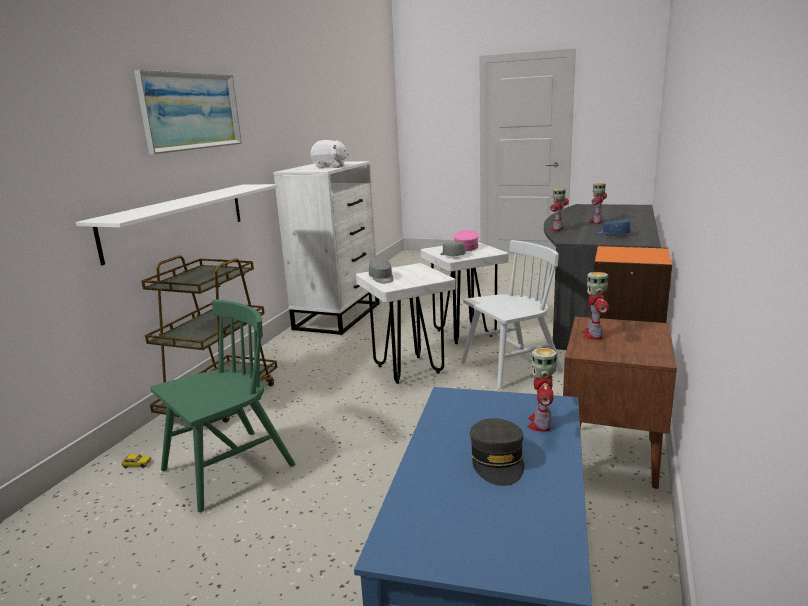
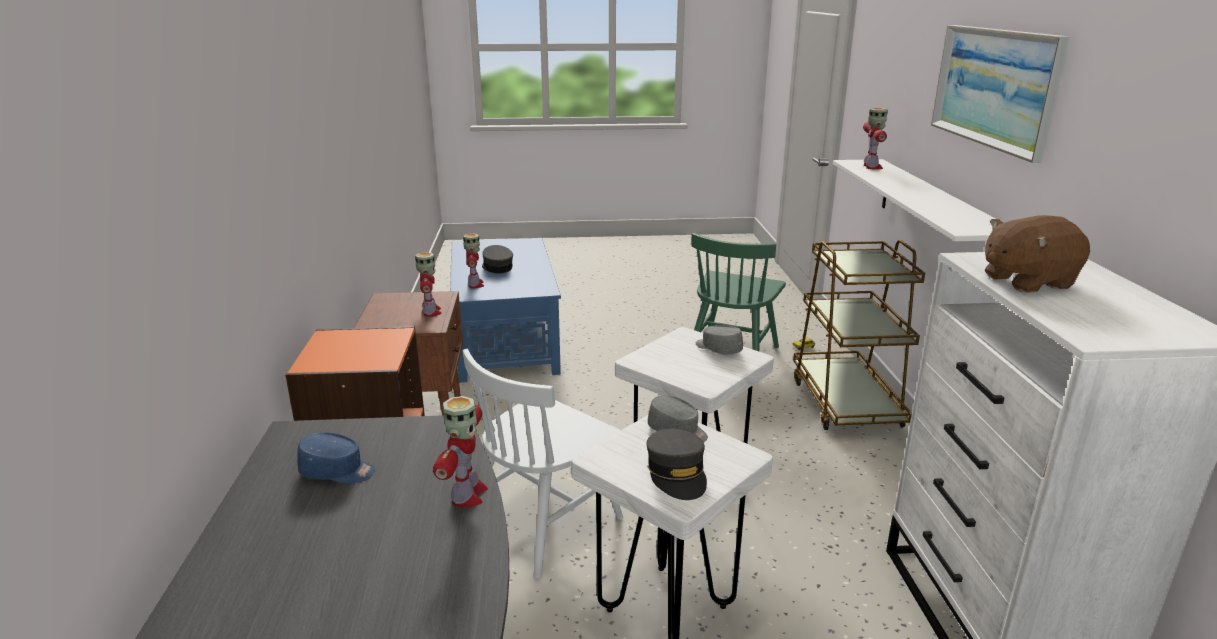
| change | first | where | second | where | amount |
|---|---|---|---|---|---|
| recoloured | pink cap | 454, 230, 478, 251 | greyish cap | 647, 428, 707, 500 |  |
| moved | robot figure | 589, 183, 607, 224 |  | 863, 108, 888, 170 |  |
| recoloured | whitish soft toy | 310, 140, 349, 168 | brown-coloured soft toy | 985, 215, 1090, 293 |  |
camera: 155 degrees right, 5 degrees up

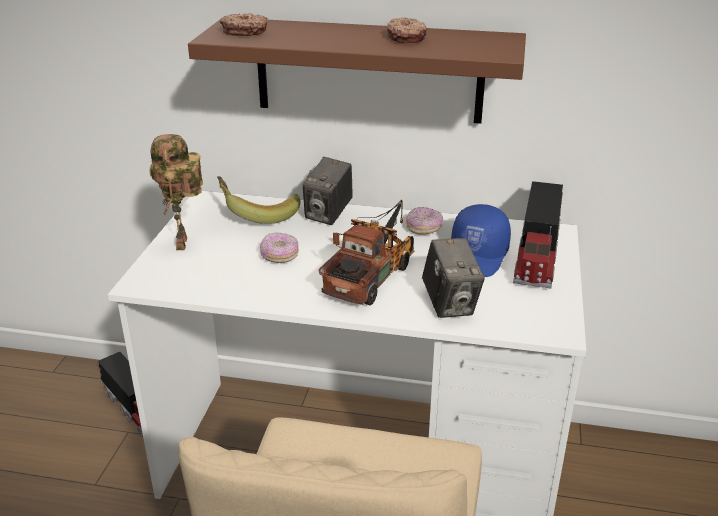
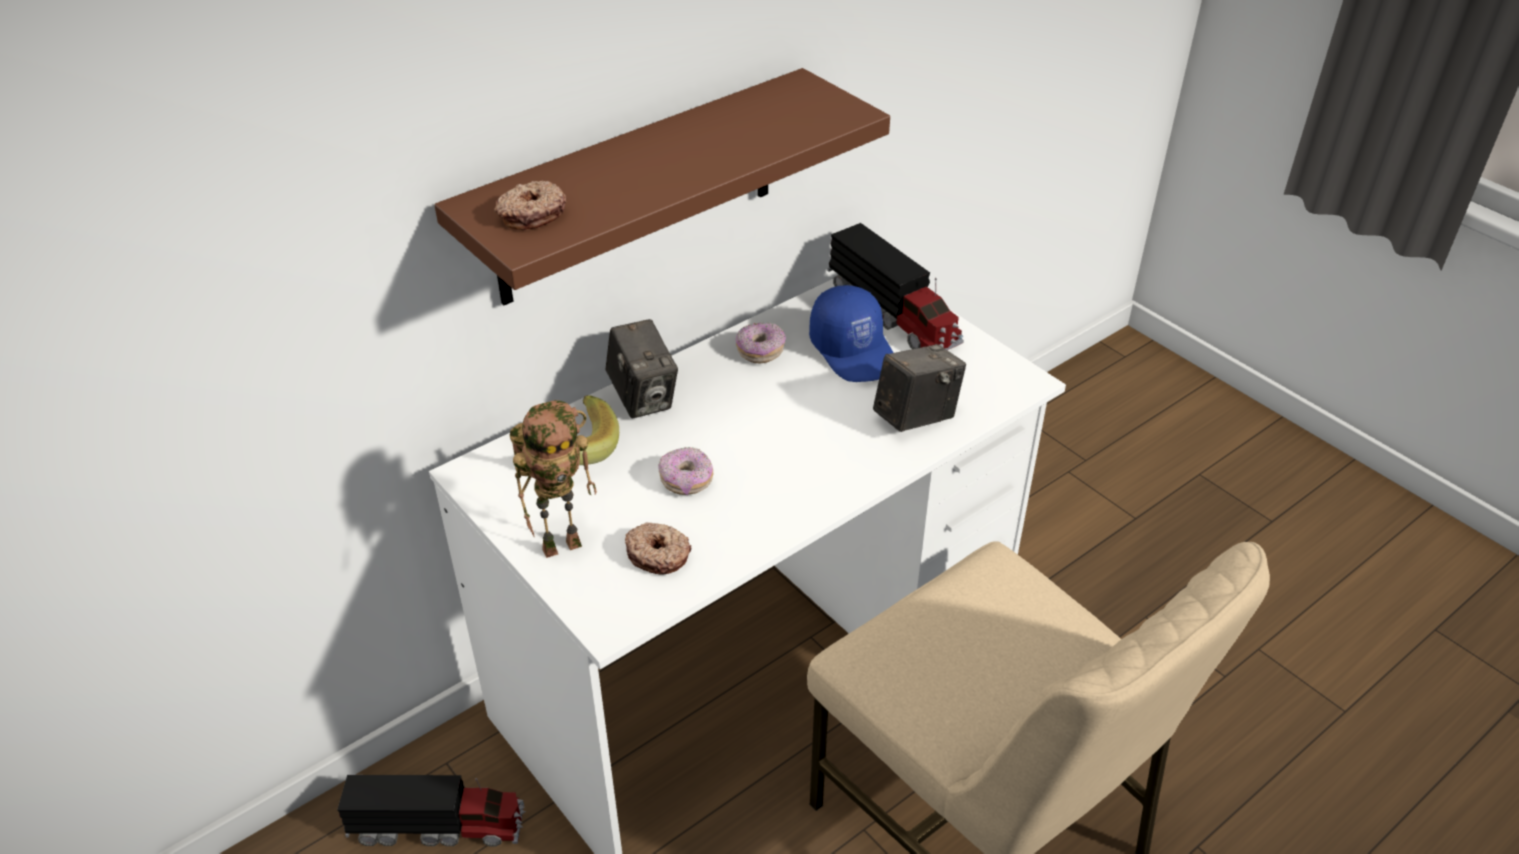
| change | first | where | second | where | amount |
|---|---|---|---|---|---|
| turned | robot figure | 149, 134, 203, 250 |  | 510, 400, 597, 558 | 60 degrees counterclockwise |
| moved | donut | 387, 17, 427, 44 |  | 625, 523, 691, 575 |  |
| turned | photo camera | 422, 238, 485, 318 |  | 873, 344, 966, 432 | 60 degrees counterclockwise |
| removed | model truck | 319, 200, 414, 305 |  |  |  |
camera: 50 degrees left, 10 degrees up

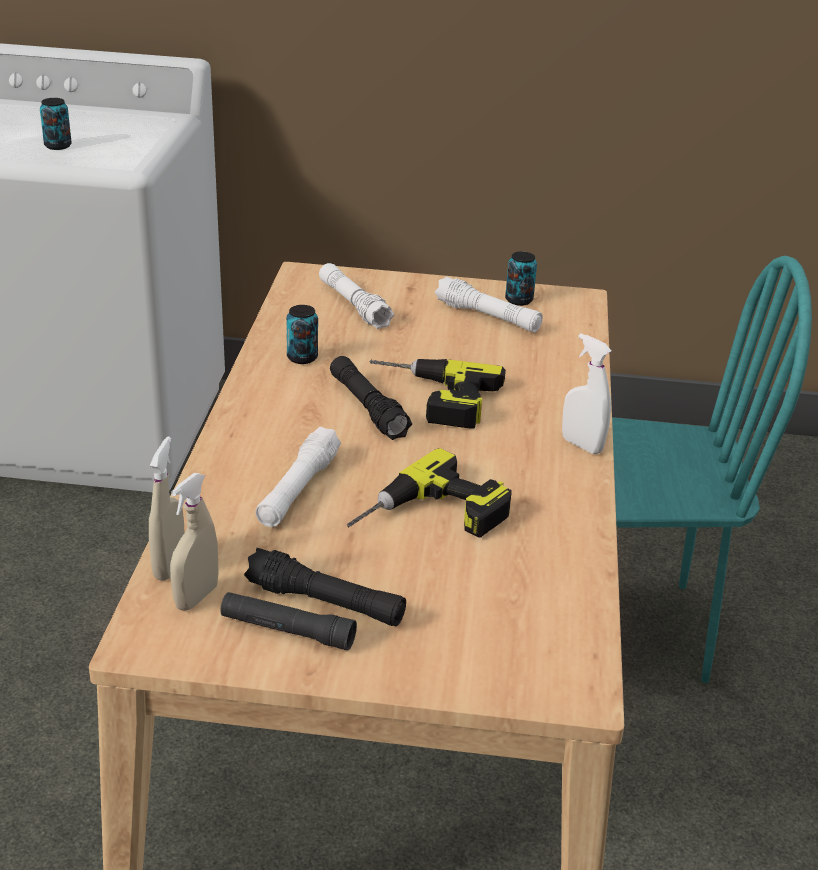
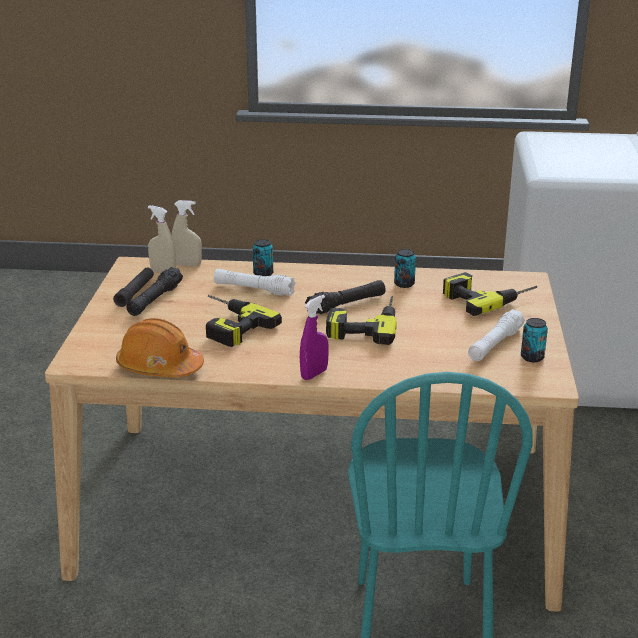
| change | first | where | second | where | amount |
|---|---|---|---|---|---|
| added |  |  | orange hard hat | 116, 318, 204, 377 |  |
| moved | can | 40, 98, 72, 150 |  | 253, 239, 273, 276 |  |
| recoloured | whitish sprayer | 562, 333, 612, 454 | purplish sprayer | 300, 295, 329, 380 |  |
| replaced | whitish hand torch | 319, 263, 394, 329 | electric drill | 443, 272, 537, 316 |  |
camera: 90 degrees right, 5 degrees down

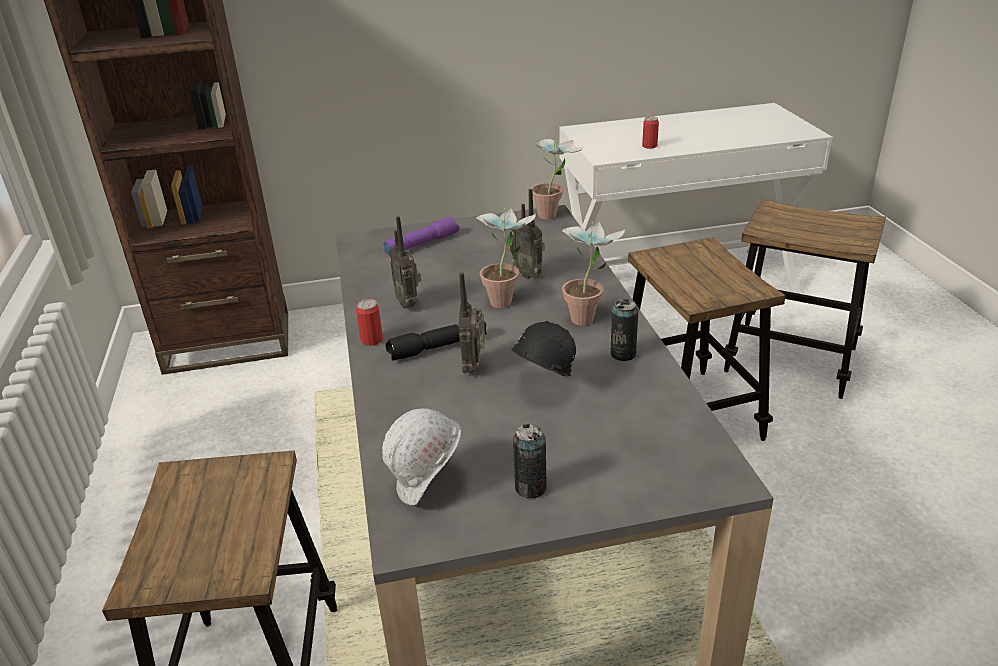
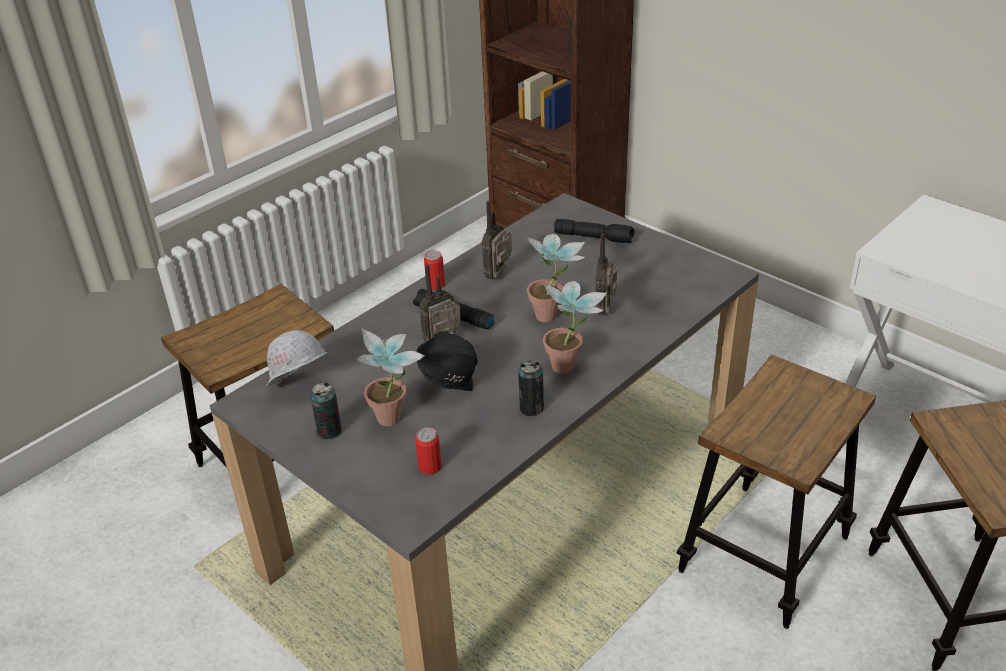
| change | first | where | second | where | amount |
|---|---|---|---|---|---|
| moved | plant in a pot | 531, 134, 585, 220 |  | 357, 329, 425, 426 |  |
| moved | can | 642, 116, 659, 149 |  | 415, 427, 442, 475 |  |
| recoloured | purplish hand torch | 383, 217, 459, 255 | blackish hand torch | 554, 219, 635, 243 |  |
camera: 55 degrees right, 5 degrees up

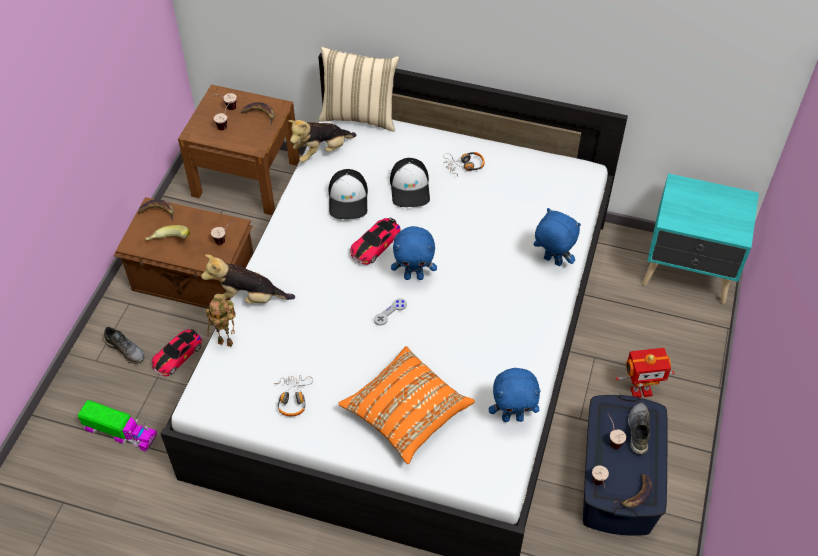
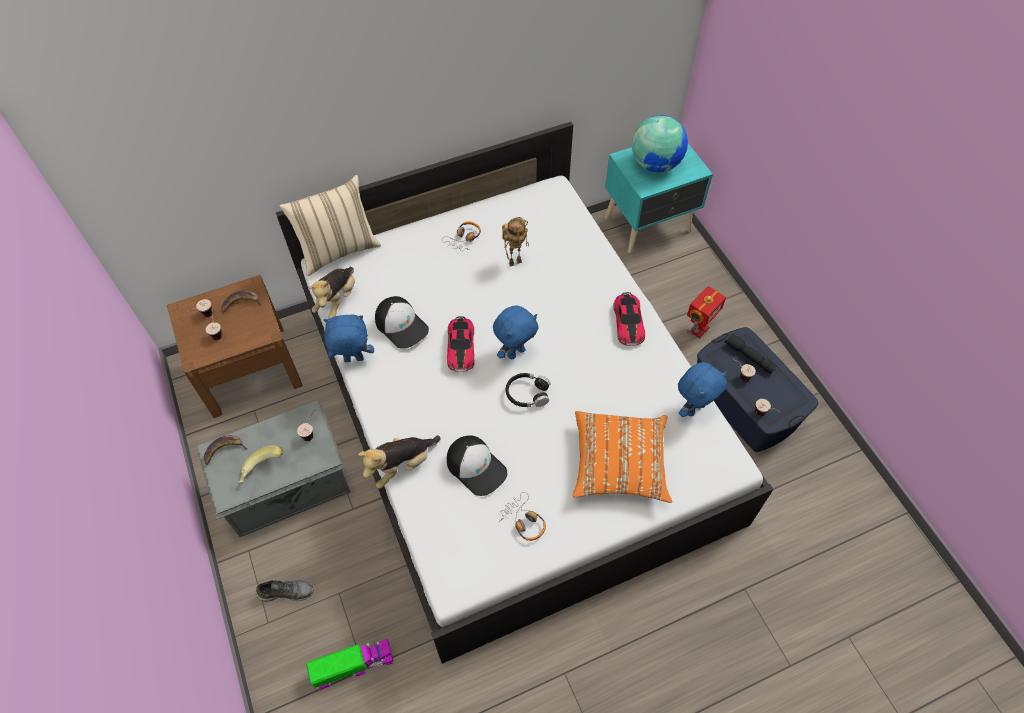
| change | first | where | second | where | amount |
|---|---|---|---|---|---|
| recoloured | brown-coloured storage bin | 114, 197, 253, 309 | greyish storage bin | 197, 401, 351, 537 |  |
| moved | blue soft toy | 533, 208, 581, 266 |  | 324, 315, 374, 362 |  |
| moved | cap | 390, 158, 430, 207 |  | 447, 435, 507, 496 |  |
| moved | robot figure | 206, 298, 236, 347 |  | 502, 217, 529, 266 |  |
| replaced | greyish joypad | 374, 298, 407, 325 | blackish pair of headphones | 506, 373, 551, 407 |  |
| moved | model car | 152, 329, 202, 376 |  | 613, 292, 645, 346 |  |
| added |  |  | desk globe | 632, 115, 688, 172 |  |
| replaced | greyish low shoe | 628, 403, 650, 454 | blackish hand torch | 725, 334, 777, 374 |  |
| removed | whole banana | 613, 474, 652, 508 |  |  |  |
camera: 40 degrees left, 5 degrees up

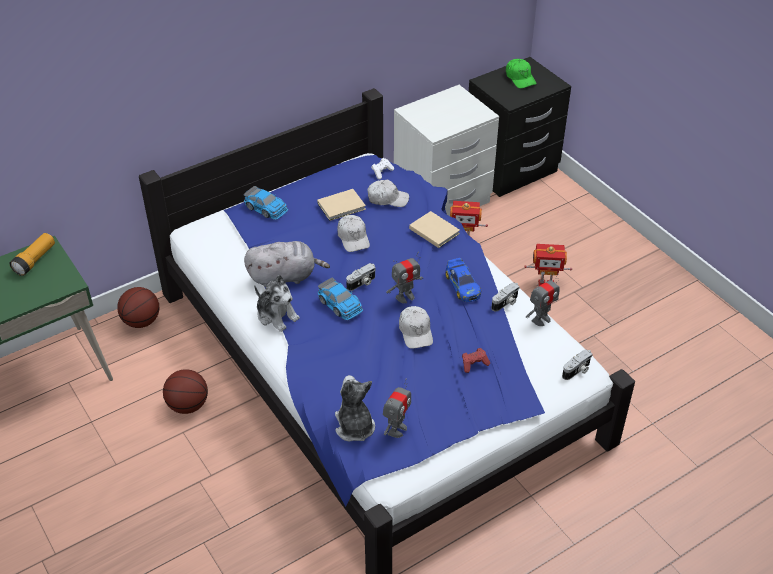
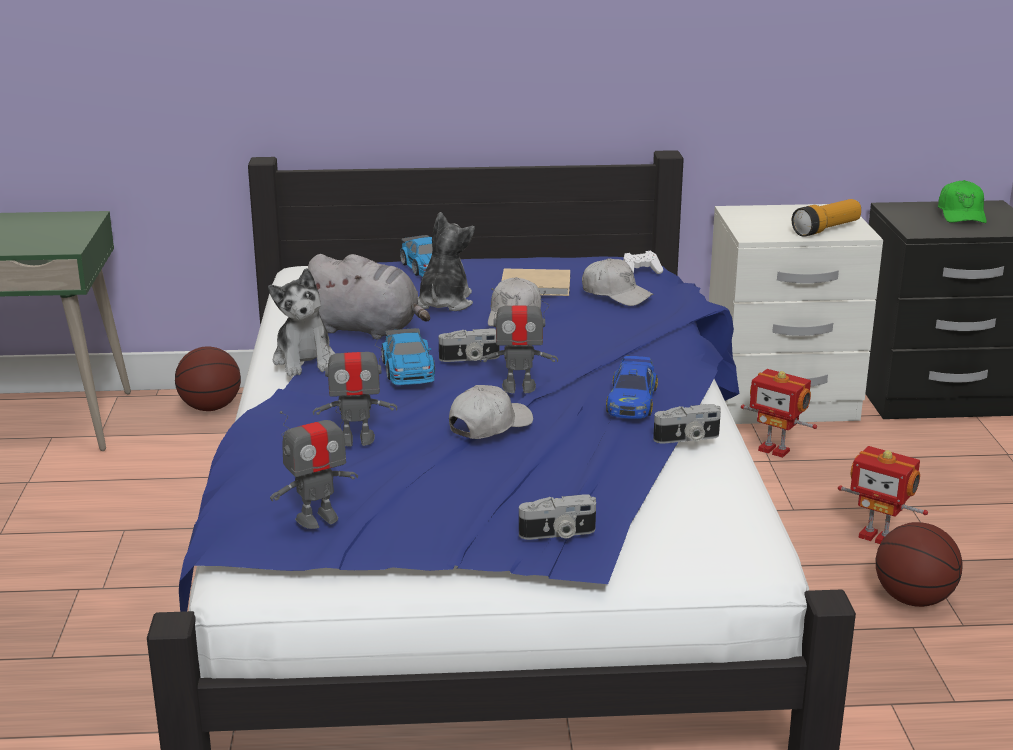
| change | first | where | second | where | amount |
|---|---|---|---|---|---|
| moved | robot figure | 526, 274, 560, 326 |  | 313, 335, 397, 447 |  |
| moved | soft toy | 335, 375, 375, 442 |  | 418, 212, 475, 311 |  |
| turned | whitish cap | 399, 306, 433, 349 |  | 449, 385, 533, 439 | 150 degrees counterclockwise |
| moved | photo camera | 562, 349, 593, 380 |  | 519, 494, 596, 540 |  |
| moved | hand torch | 10, 233, 55, 276 |  | 792, 199, 861, 237 |  |
| moved | ball for basketball | 163, 369, 208, 414 |  | 875, 522, 963, 607 |  |
| removed | beige book | 409, 211, 460, 248 |  |  |  |
| removed | red joypad | 462, 348, 490, 373 |  |  |  |
camera: 30 degrees right, 20 degrees down

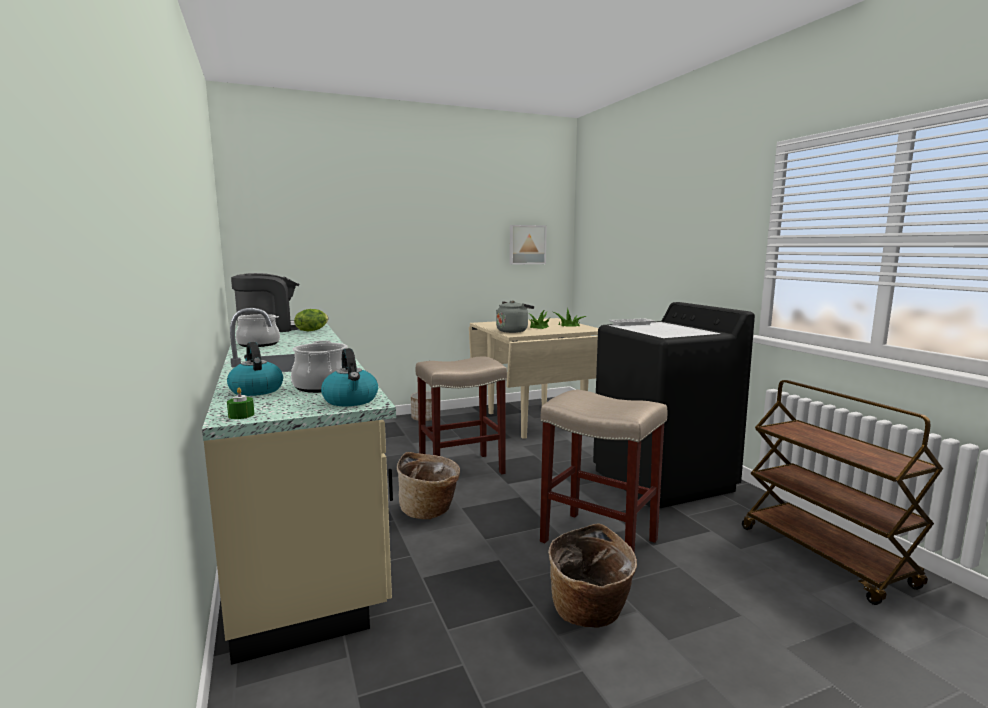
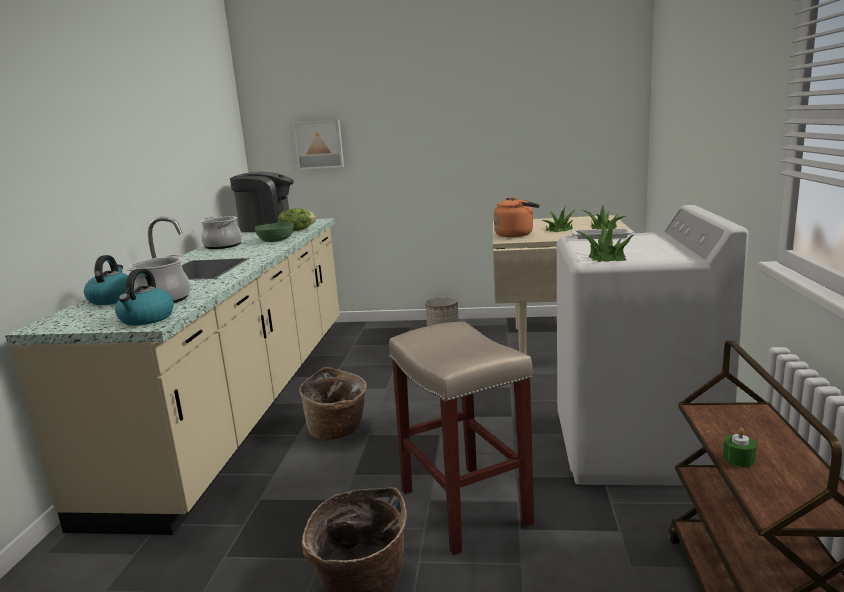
| change | first | where | second | where | amount |
|---|---|---|---|---|---|
| added |  |  | green-coloured bowl | 255, 222, 294, 242 |  |
| moved | wall art | 510, 225, 547, 265 |  | 293, 120, 344, 170 |  |
| recoloured | greyish water kettle | 496, 300, 534, 333 | orange water kettle | 494, 197, 540, 237 |  |
| recoloured | blackish laundry machine | 593, 302, 755, 508 | whitish laundry machine | 557, 205, 749, 486 |  |
| added |  |  | plant in a pot | 577, 219, 635, 262 |  |
| moved | green-coloured wax candle | 227, 388, 254, 419 |  | 723, 427, 757, 467 |  |
| removed | beige stool seat | 416, 356, 507, 474 |  |  |  |
camera: 30 degrees right, 5 degrees up

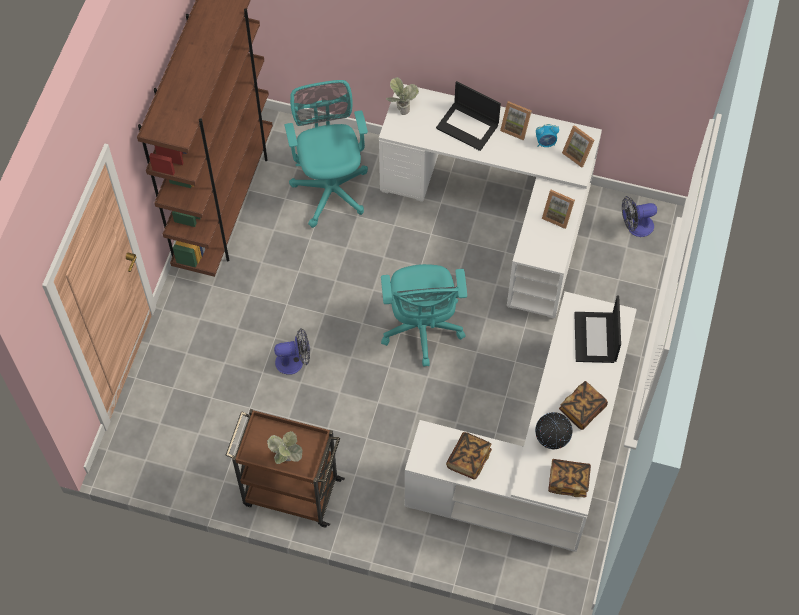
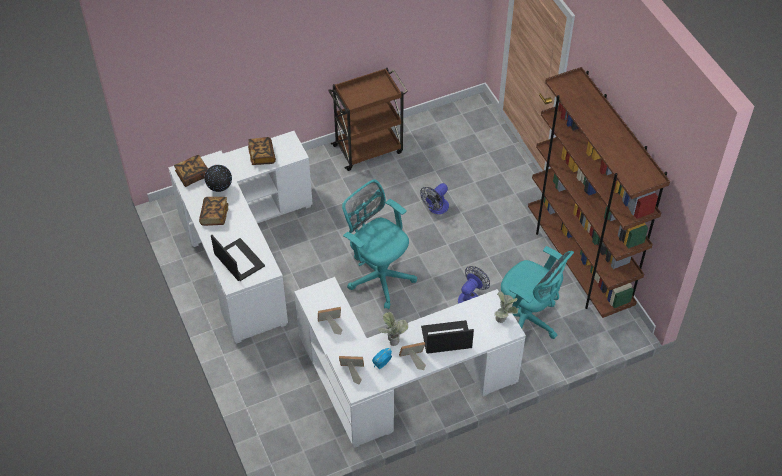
| change | first | where | second | where | amount |
|---|---|---|---|---|---|
| moved | plant in a pot | 267, 431, 303, 464 |  | 378, 312, 408, 346 |  |
| moved | electric fan | 622, 196, 657, 237 |  | 458, 266, 490, 304 |  |
camera: 140 degrees right, 10 degrees down

